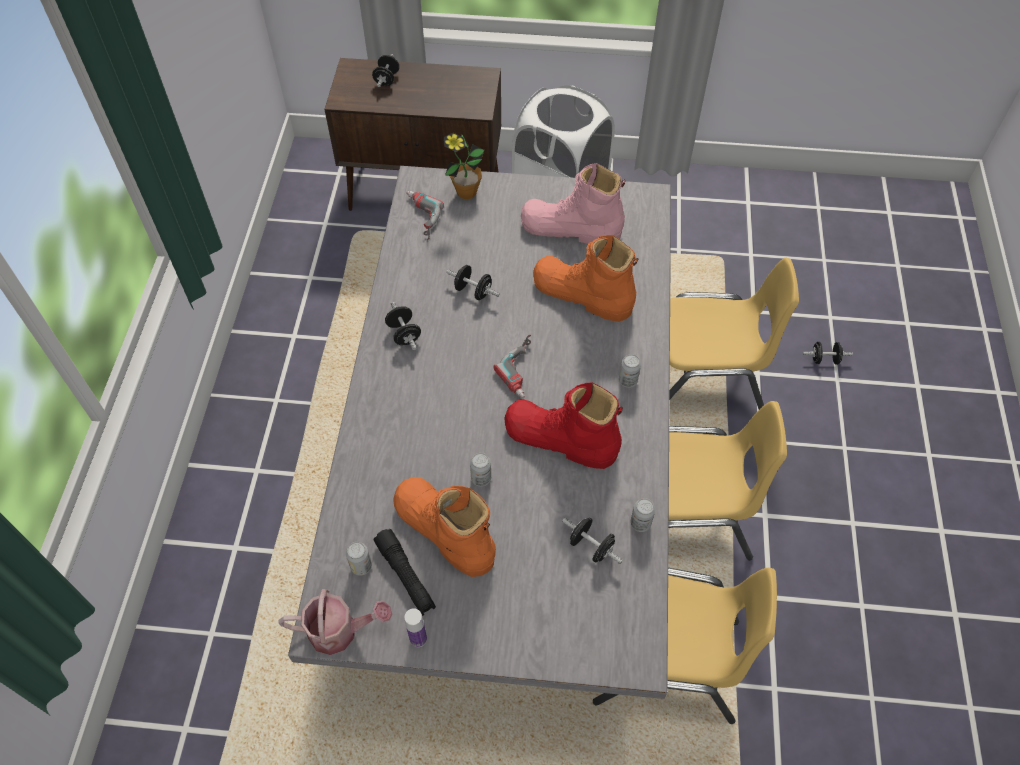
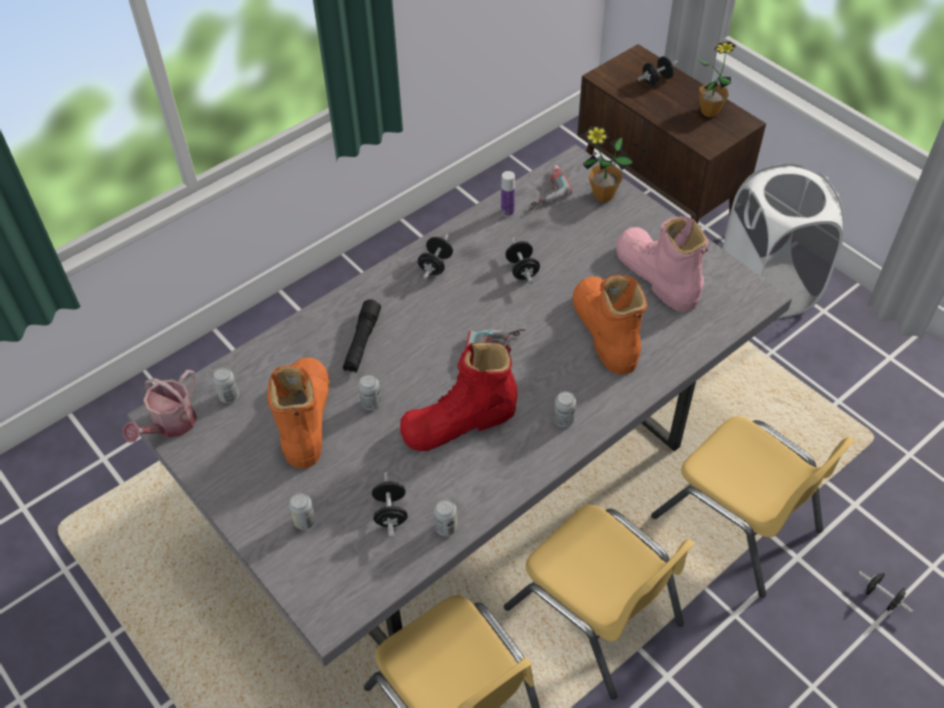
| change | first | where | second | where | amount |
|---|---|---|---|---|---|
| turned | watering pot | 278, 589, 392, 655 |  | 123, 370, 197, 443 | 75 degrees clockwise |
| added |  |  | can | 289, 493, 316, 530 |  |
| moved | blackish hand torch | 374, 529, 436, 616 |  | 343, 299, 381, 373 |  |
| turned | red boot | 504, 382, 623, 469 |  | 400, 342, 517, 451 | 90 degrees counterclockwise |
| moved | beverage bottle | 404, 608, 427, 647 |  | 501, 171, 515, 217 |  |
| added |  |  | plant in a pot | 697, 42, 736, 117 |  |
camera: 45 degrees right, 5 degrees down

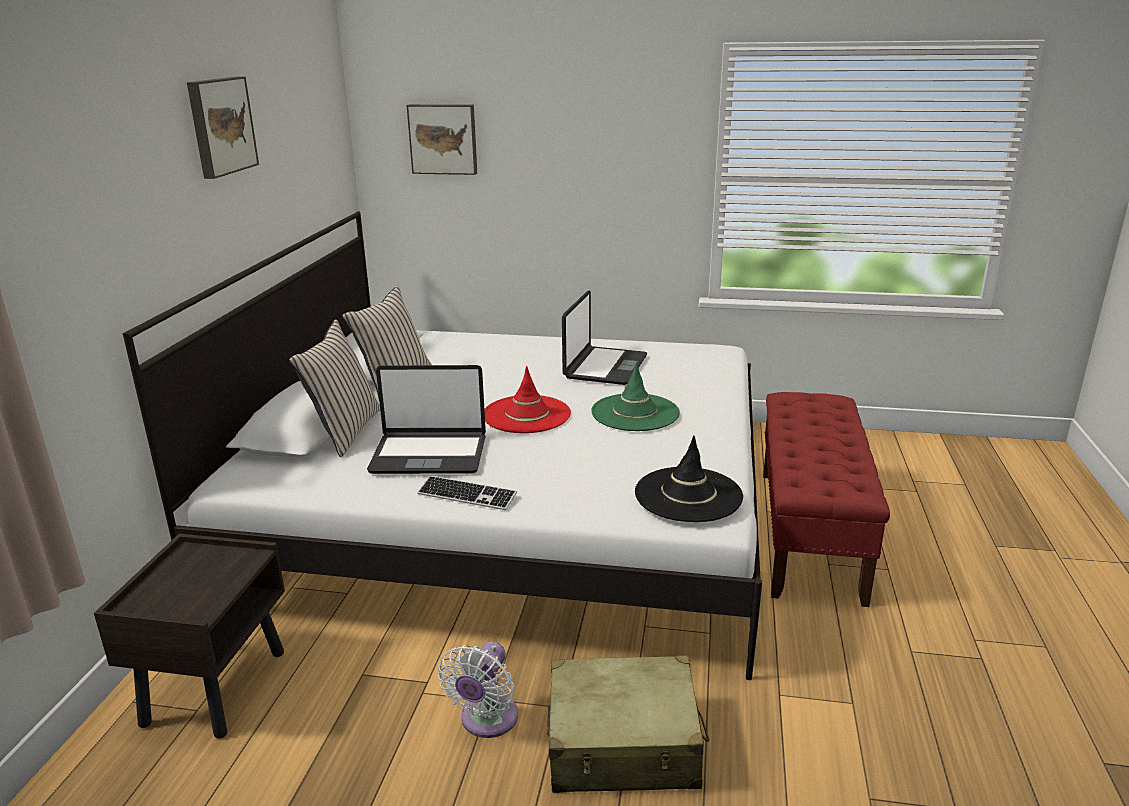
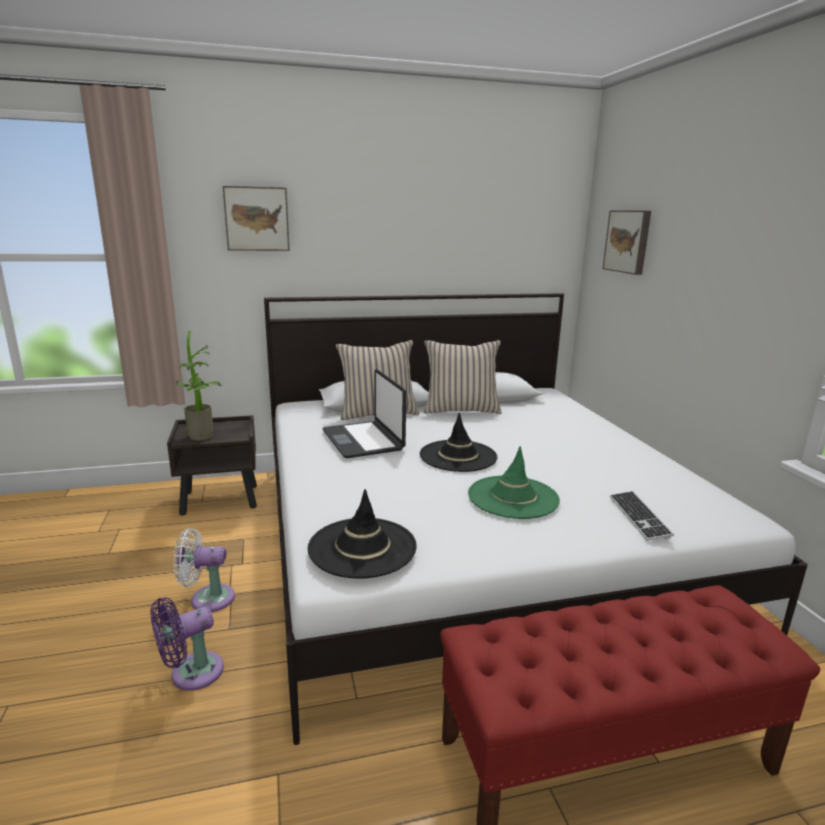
| change | first | where | second | where | amount |
|---|---|---|---|---|---|
| replaced | beige travel case | 547, 655, 710, 793 | purplish electric fan | 150, 597, 224, 690 |  |
| added |  |  | plant in a pot | 176, 331, 222, 441 |  |
| moved | wall art | 187, 76, 259, 179 |  | 223, 186, 289, 251 |  |
| recoloured | red wearable hat | 484, 366, 571, 433 | blackish wearable hat | 420, 412, 498, 472 |  |
| moved | computer keyboard | 417, 476, 517, 510 |  | 610, 491, 674, 541 |  |
| removed | portable computer | 562, 290, 647, 385 |  |  |  |
camera: 65 degrees right, 5 degrees down

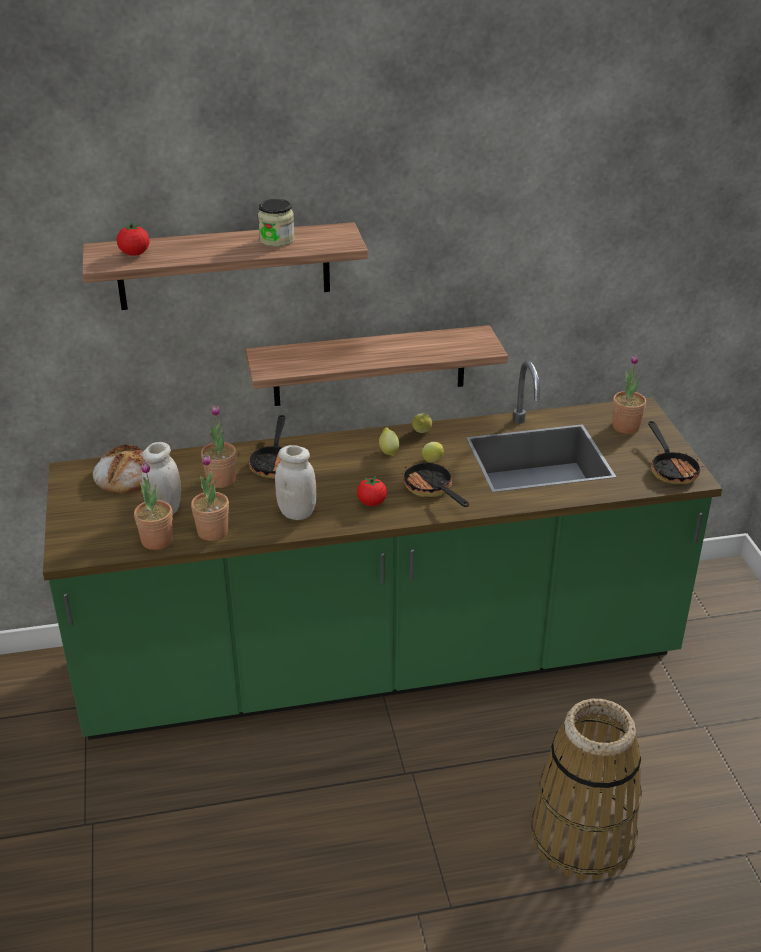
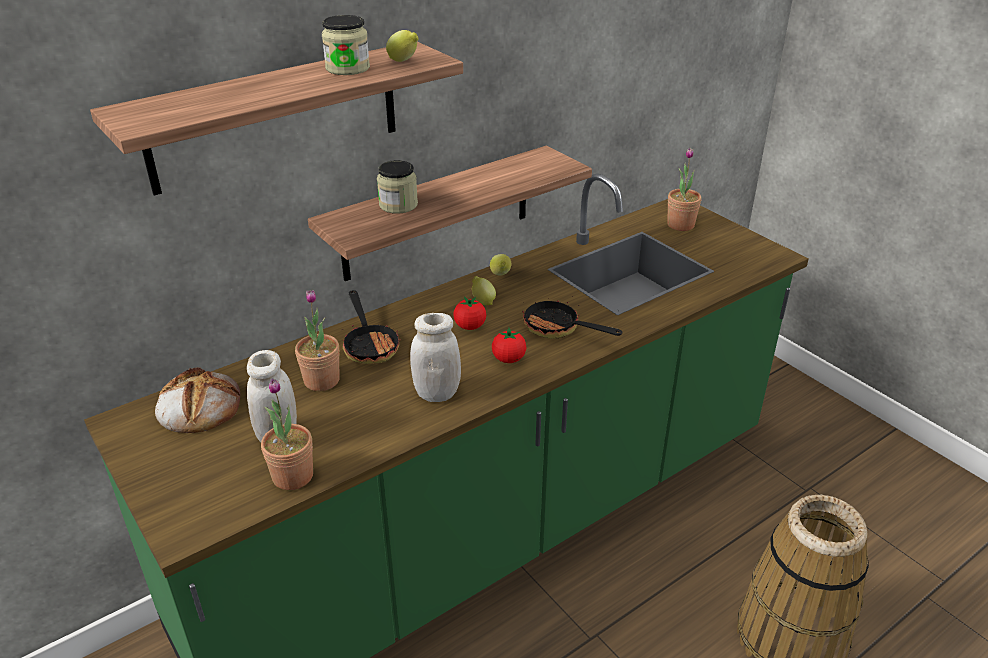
| change | first | where | second | where | amount |
|---|---|---|---|---|---|
| added |  |  | storage jar | 377, 160, 418, 214 |  |
| moved | lemon | 422, 442, 444, 463 |  | 386, 30, 419, 62 |  |
| moved | fresh tomato | 117, 222, 150, 256 |  | 454, 296, 486, 330 |  |
| removed | plant in a pot | 191, 454, 229, 541 |  |  |  |
| removed | skillet | 648, 421, 703, 484 |  |  |  |
camera: 25 degrees left, 0 degrees up

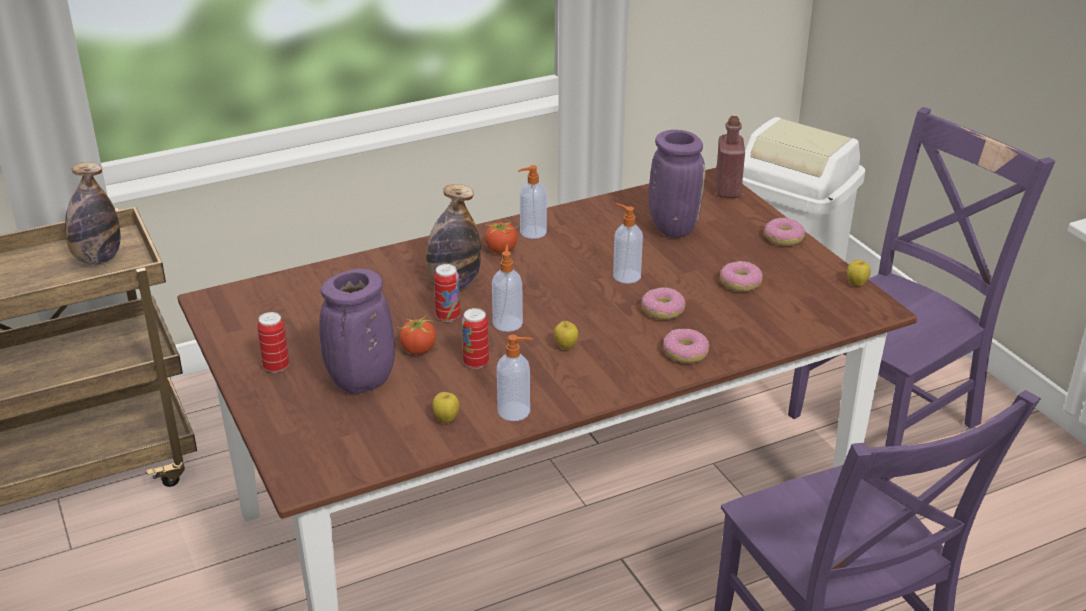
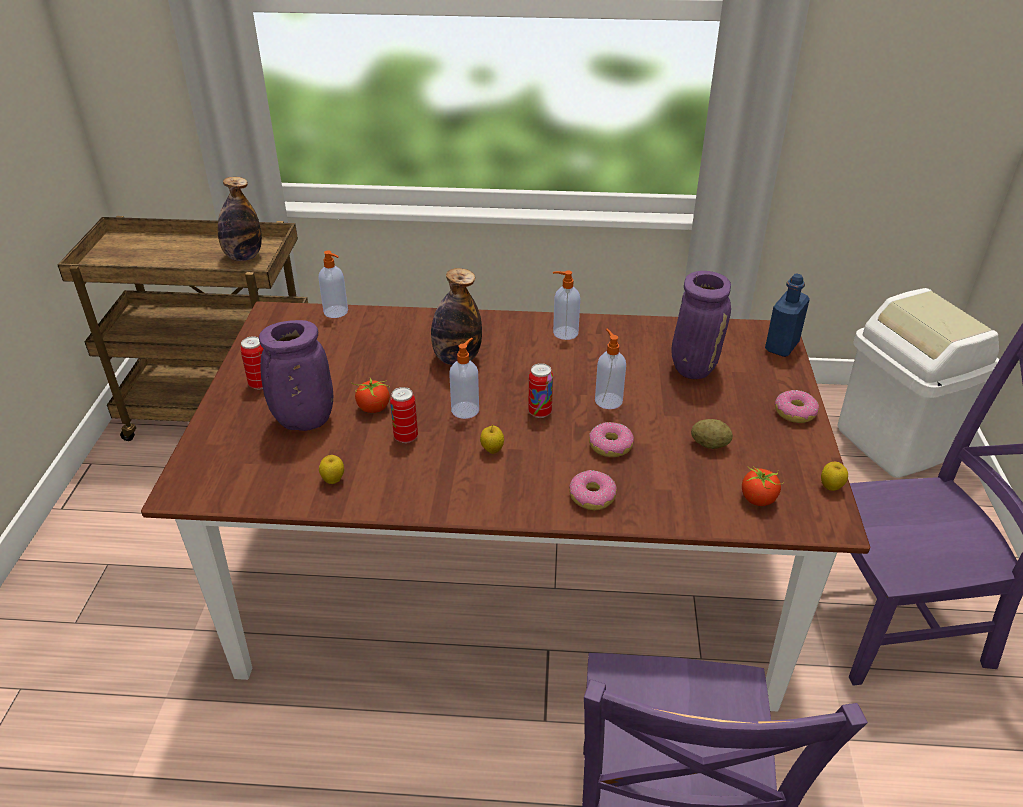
| change | first | where | second | where | amount |
|---|---|---|---|---|---|
| moved | soap dispenser | 497, 335, 533, 421 |  | 318, 250, 348, 318 |  |
| moved | can | 434, 264, 460, 322 |  | 528, 363, 553, 418 |  |
| replaced | donut | 720, 261, 763, 292 | spud | 691, 419, 733, 449 |  |
| moved | fresh tomato | 485, 222, 518, 254 |  | 742, 466, 783, 506 |  |
| recoloured | red beverage bottle | 716, 116, 745, 198 | blue beverage bottle | 765, 273, 810, 357 |  |
camera: 30 degrees right, 5 degrees up

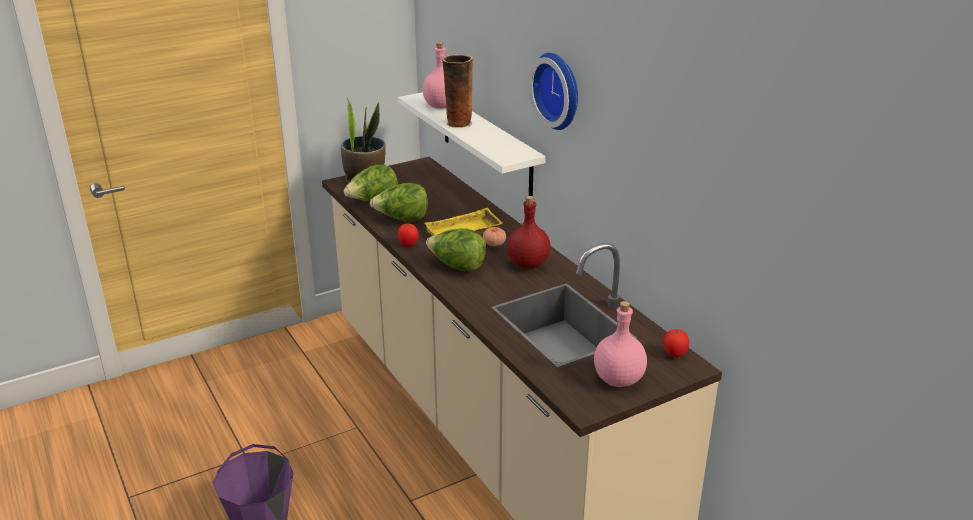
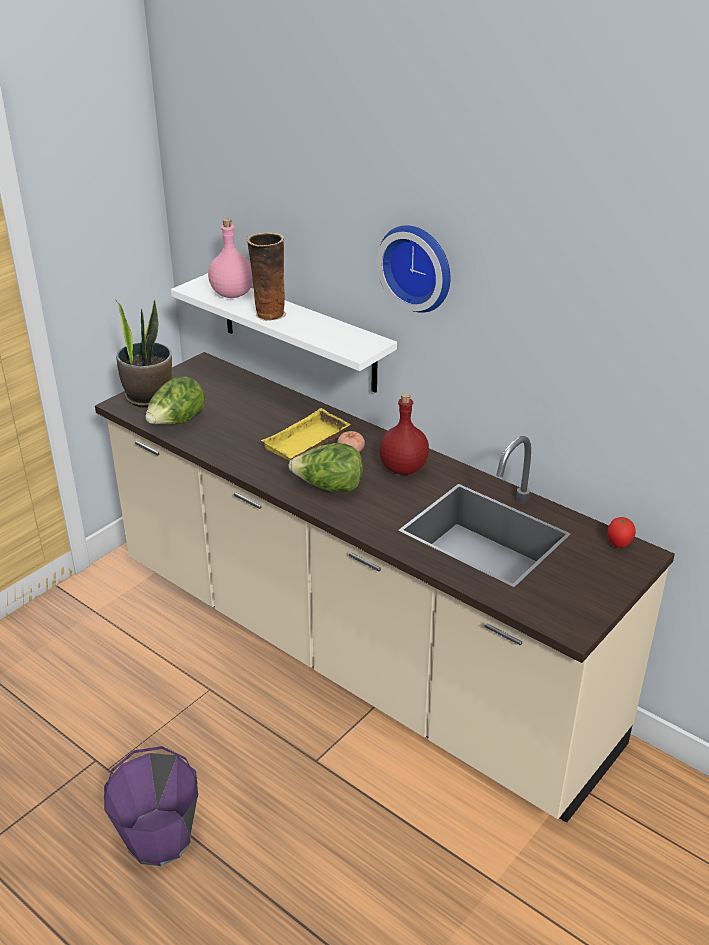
| change | first | where | second | where | amount |
|---|---|---|---|---|---|
| removed | lettuce | 370, 183, 428, 221 |  |  |  |
| removed | fresh tomato | 398, 224, 419, 247 |  |  |  |
| removed | pink beverage bottle | 594, 301, 647, 387 |  |  |  |
camera: 20 degrees left, 5 degrees up

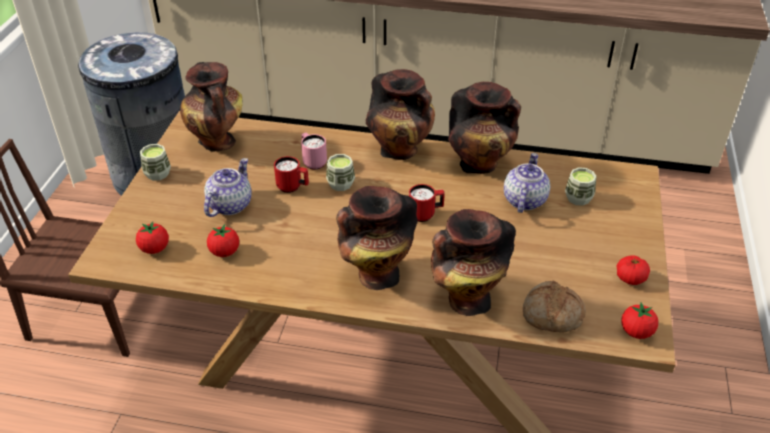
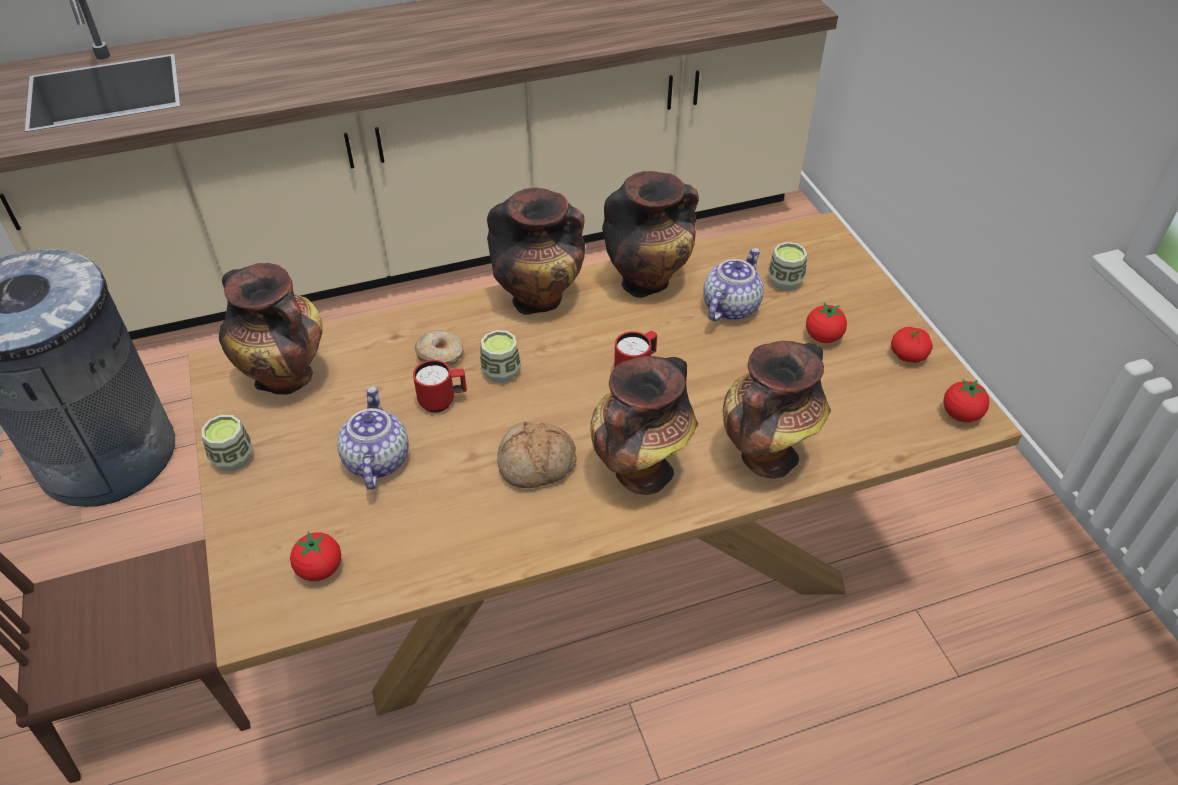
| change | first | where | second | where | amount |
|---|---|---|---|---|---|
| replaced | pink mug | 301, 133, 327, 170 | donut | 414, 330, 463, 366 |  |
| moved | baked bread | 523, 281, 586, 332 |  | 497, 422, 577, 488 |  |
| turned | tea pot | 504, 153, 550, 213 |  | 703, 248, 764, 321 | 45 degrees clockwise |
| moved | fresh tomato | 207, 224, 239, 257 |  | 806, 302, 847, 343 |  |
camera: 30 degrees left, 5 degrees up

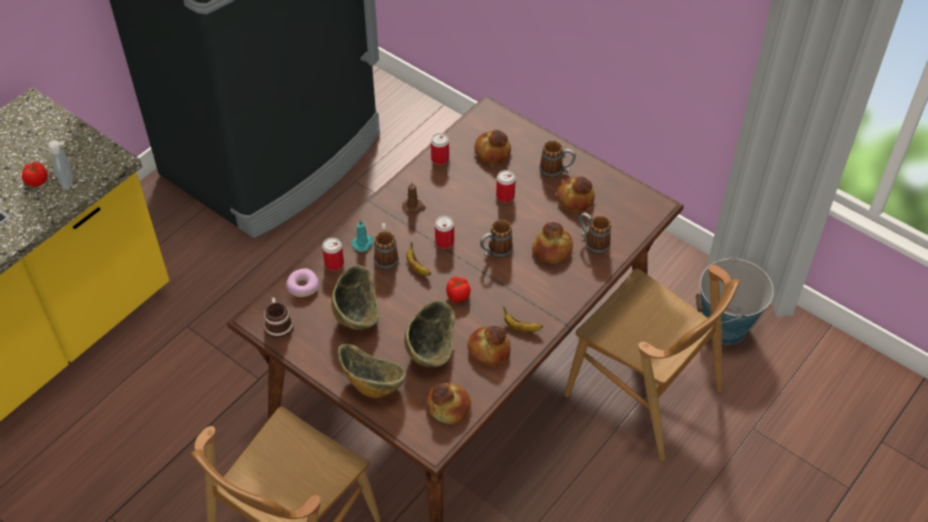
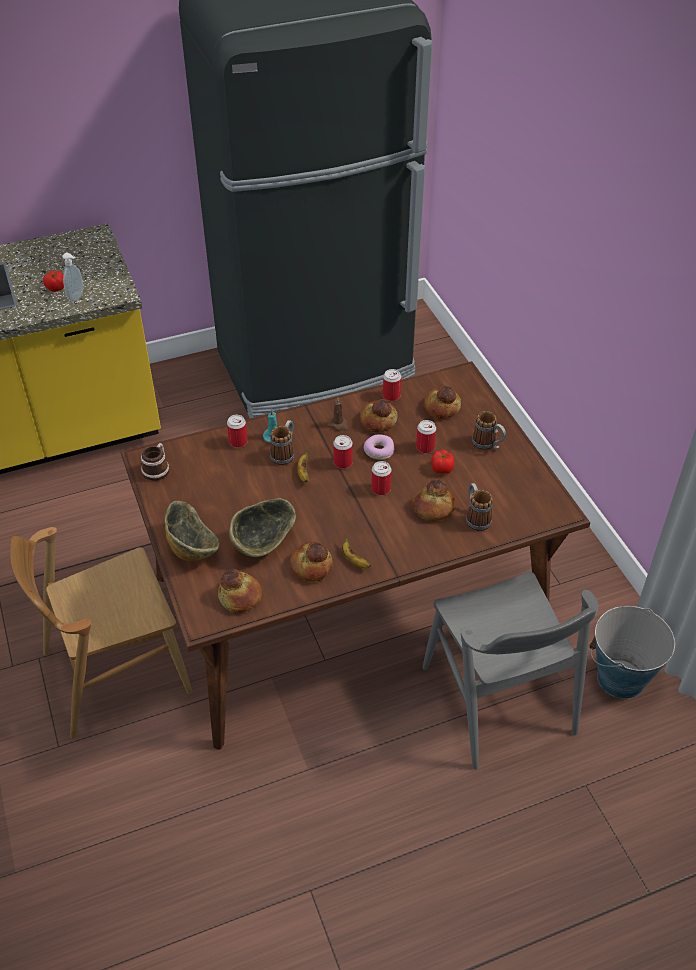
| change | first | where | second | where | amount |
|---|---|---|---|---|---|
| moved | baked bread | 557, 176, 595, 212 |  | 360, 399, 397, 433 |  |
| moved | donut | 287, 269, 319, 297 |  | 364, 434, 394, 460 |  |
| replaced | mug | 480, 219, 513, 258 | can | 371, 461, 391, 495 |  |
| recoloured | brown-coloured upright chair | 564, 265, 740, 461 | greyish upright chair | 422, 572, 599, 770 |  |
| moved | fresh tomato | 446, 277, 471, 302 |  | 431, 449, 454, 474 |  |
| removed | bowl | 331, 265, 379, 330 |  |  |  |
camera: 30 degrees right, 5 degrees down

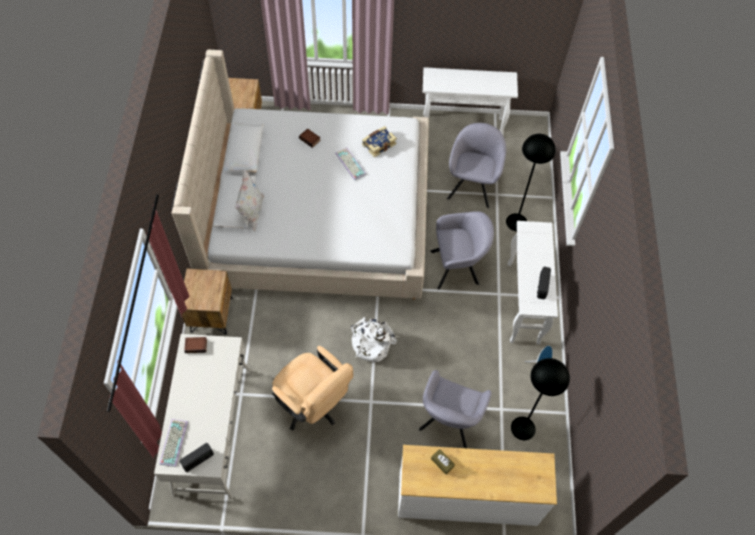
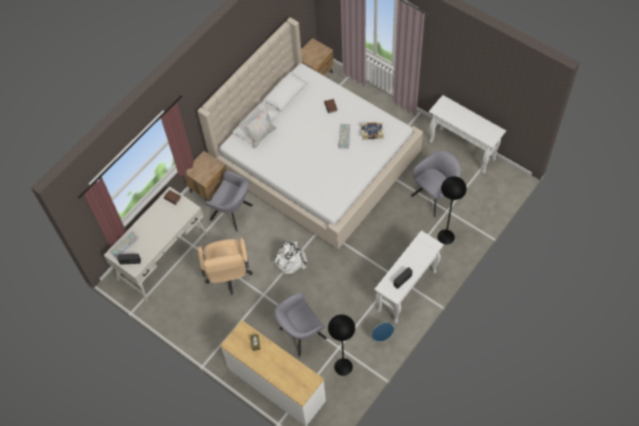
| change | first | where | second | where | amount |
|---|---|---|---|---|---|
| moved | greyish lounge chair | 430, 211, 494, 289 |  | 205, 171, 253, 232 |  |
camera: 40 degrees right, 0 degrees up

